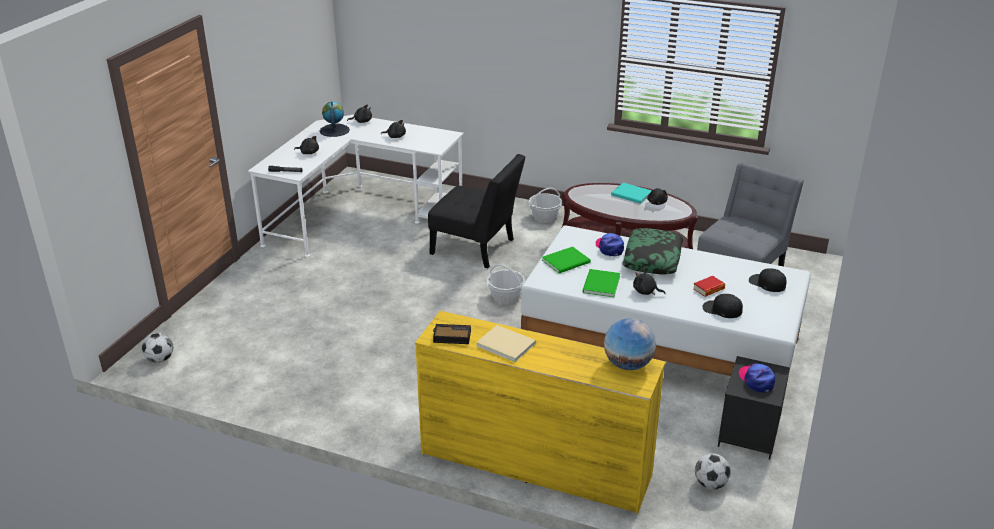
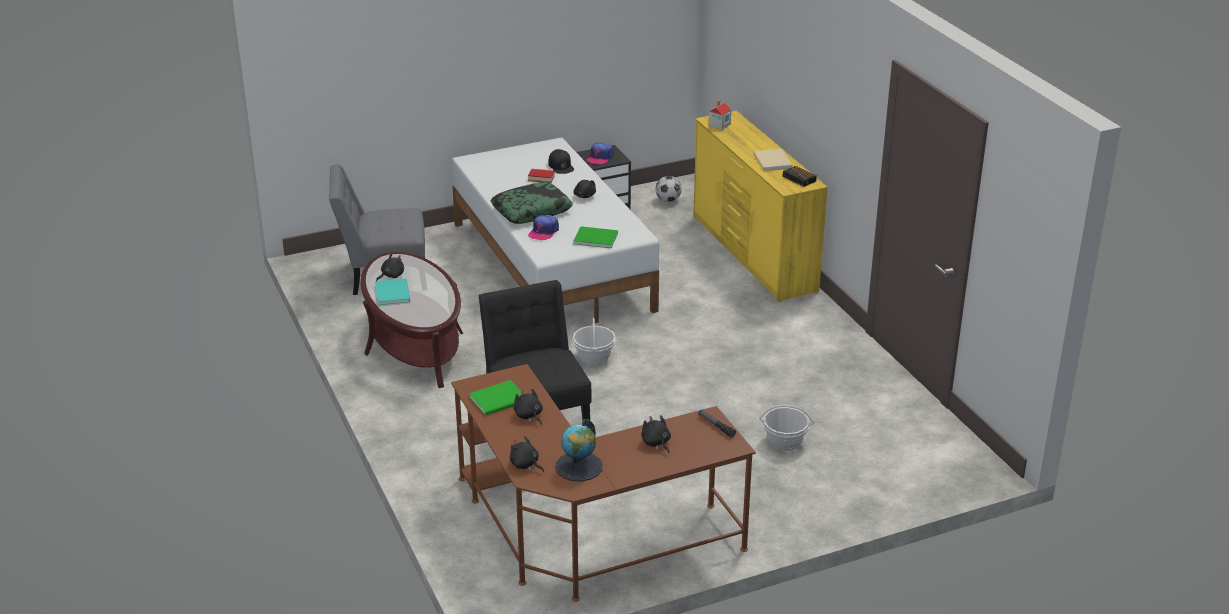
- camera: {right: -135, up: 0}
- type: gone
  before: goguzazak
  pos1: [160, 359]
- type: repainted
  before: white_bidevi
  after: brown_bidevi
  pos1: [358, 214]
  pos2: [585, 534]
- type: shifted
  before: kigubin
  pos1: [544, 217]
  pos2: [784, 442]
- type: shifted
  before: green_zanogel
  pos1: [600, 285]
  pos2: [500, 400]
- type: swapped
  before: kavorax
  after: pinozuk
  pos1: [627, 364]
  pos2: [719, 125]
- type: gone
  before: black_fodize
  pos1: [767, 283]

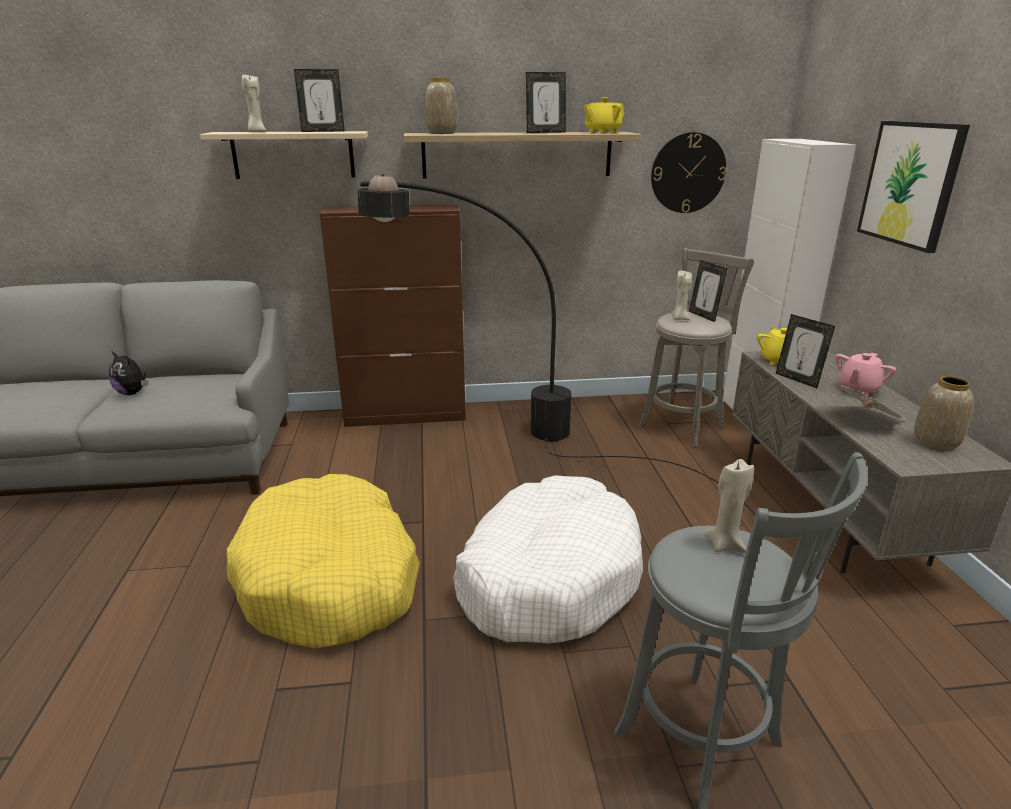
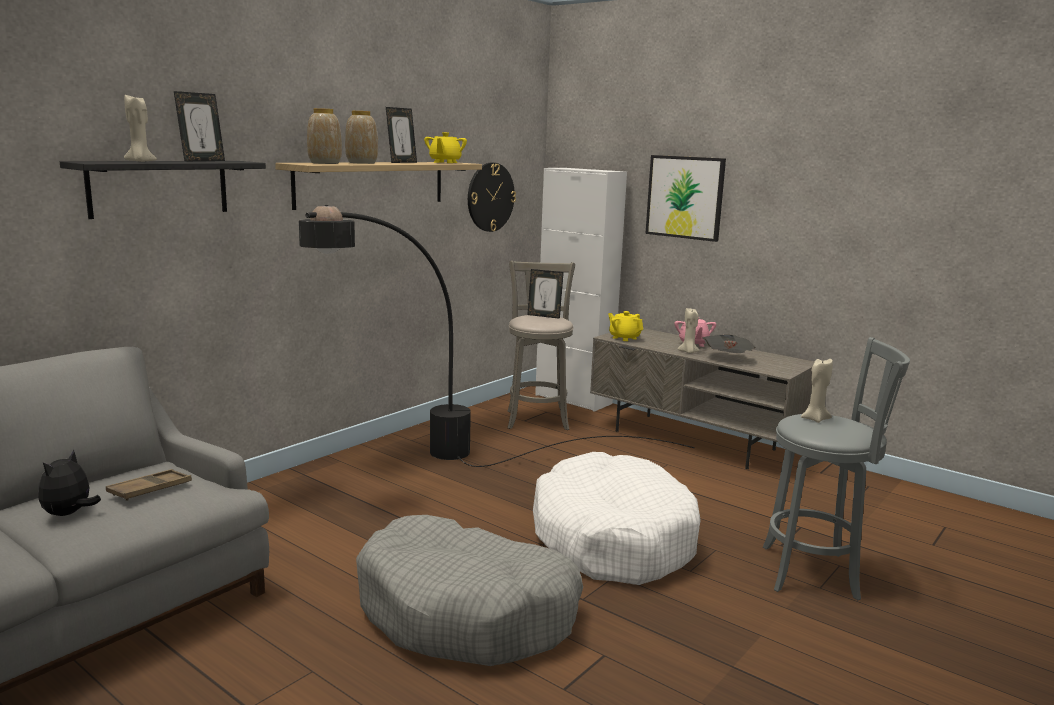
- camera: {right: -45, up: -10}
- type: rotated
  before: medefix
  pos1: [133, 393]
  pos2: [69, 514]
  turn: 120
- type: repainted
  before: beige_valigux
  after: black_valigux
  pos1: [293, 155]
  pos2: [159, 188]
- type: repainted
  before: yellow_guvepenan
  after: grey_guvepenan
  pos1: [330, 579]
  pos2: [467, 613]
- type: gone
  before: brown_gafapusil
  pos1: [406, 415]
- type: shifted
  before: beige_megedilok
  pos1: [679, 319]
  pos2: [688, 352]
- type: gone
  before: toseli
  pos1: [798, 380]
- type: shifted
  before: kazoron
  pos1: [935, 443]
  pos2: [362, 163]
- type: new
  after: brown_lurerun
  pos2: [150, 489]

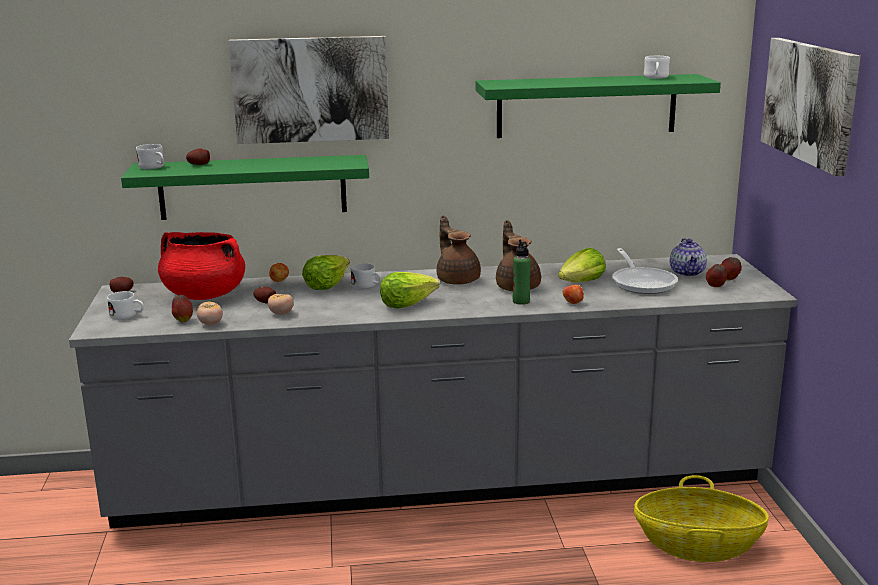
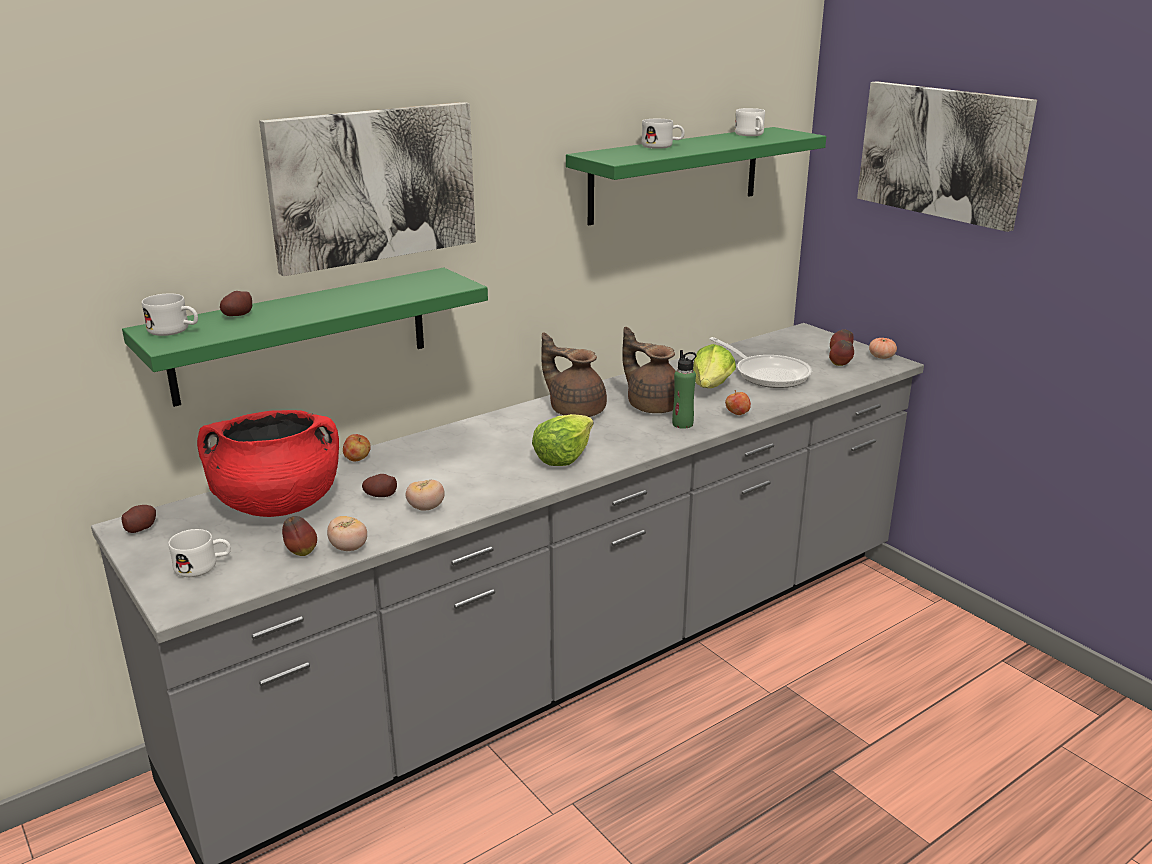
- camera: {right: -30, up: 5}
- type: gone
  before: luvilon
  pos1: [326, 285]
- type: shifted
  before: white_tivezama
  pos1: [367, 286]
  pos2: [662, 146]
- type: gone
  before: kigubin
  pos1: [697, 545]
- type: gone
  before: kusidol
  pos1: [687, 273]
- type: new
  after: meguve
  pos2: [881, 357]

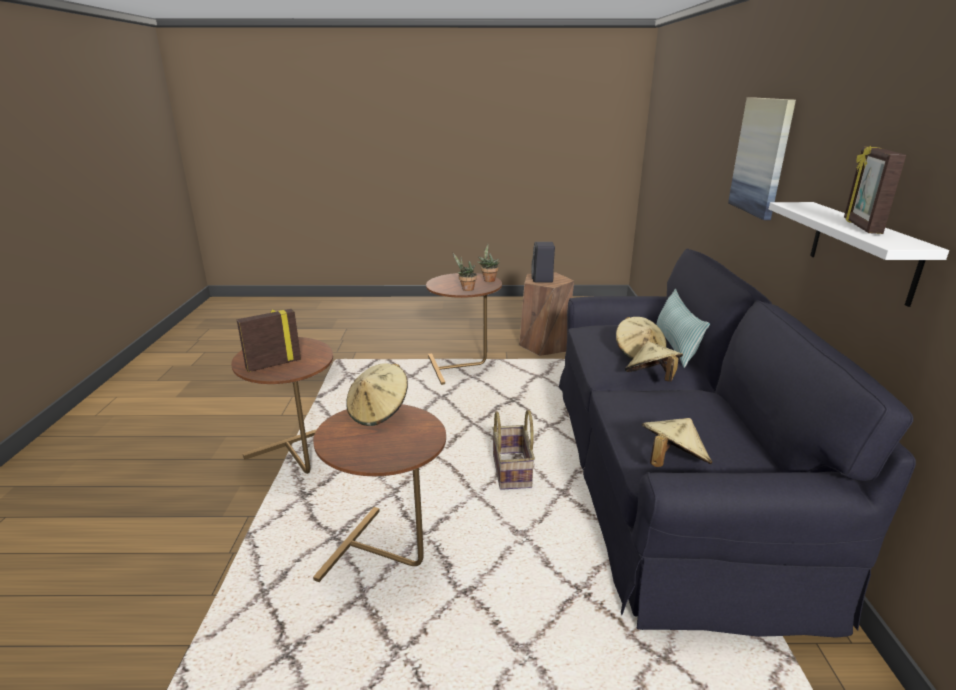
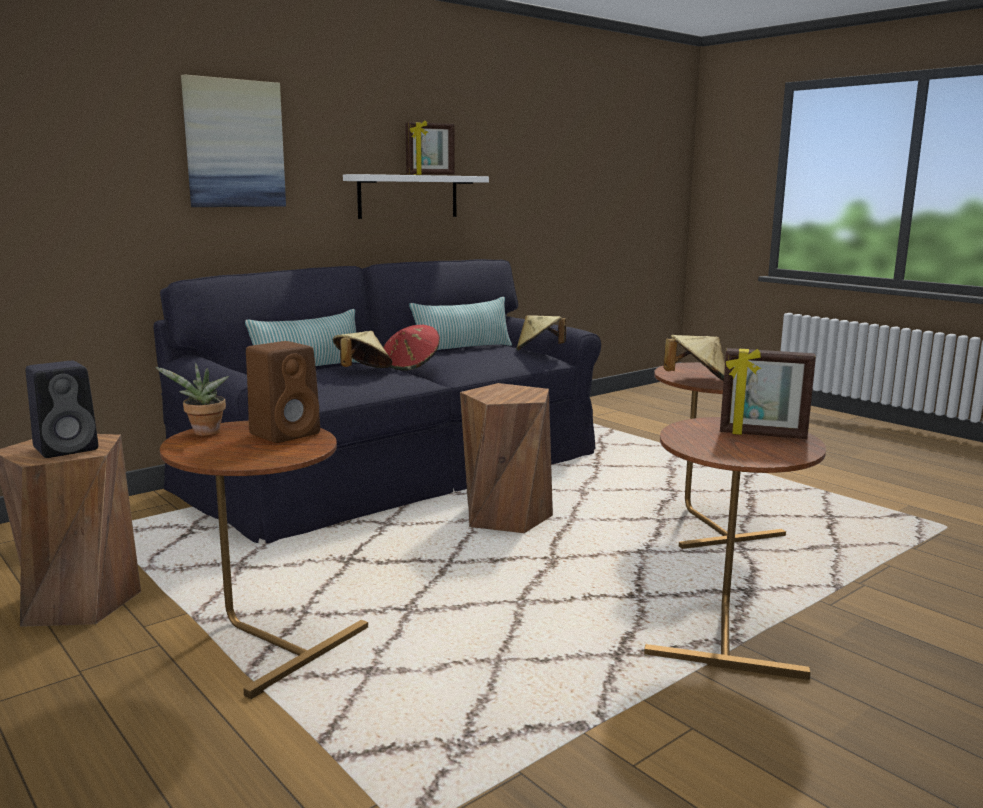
- camera: {right: -130, up: -10}
- type: swapped
  before: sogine
  after: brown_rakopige
  pos1: [466, 289]
  pos2: [286, 433]
- type: swapped
  before: kigubin
  after: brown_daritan
  pos1: [512, 471]
  pos2: [506, 517]
- type: repainted
  before: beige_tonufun
  after: red_tonufun
  pos1: [651, 378]
  pos2: [411, 365]
- type: new
  after: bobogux
  pos2: [462, 349]

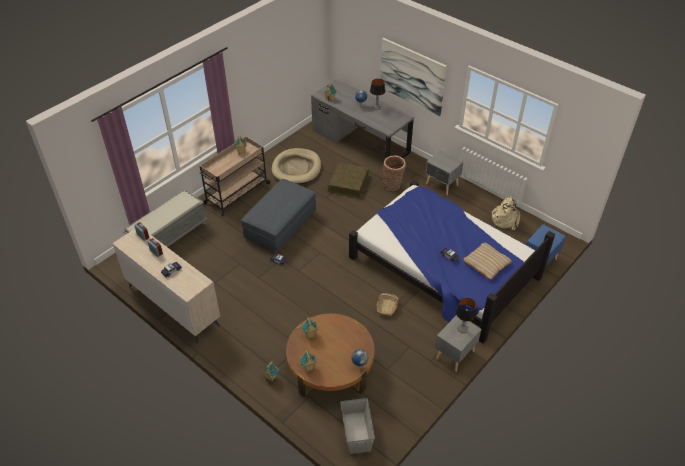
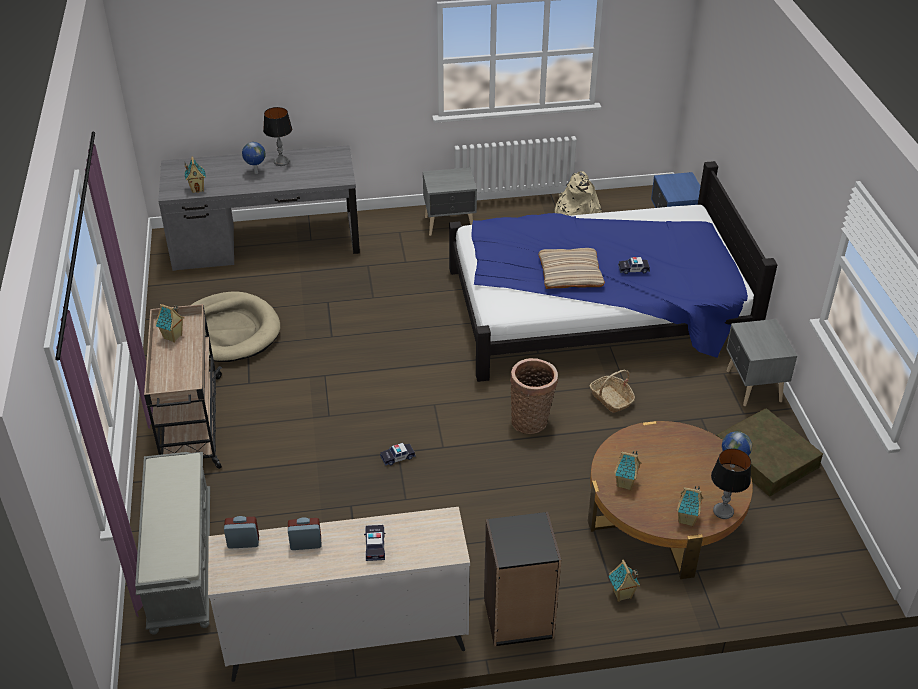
- camera: {right: -50, up: -5}
- type: gone
  before: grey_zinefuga
  pos1: [280, 224]
- type: shifted
  before: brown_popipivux
  pos1: [348, 183]
  pos2: [766, 458]
- type: gone
  before: grey_popipivux
  pos1: [356, 432]
- type: gone
  before: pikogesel
  pos1: [412, 76]
- type: shifted
  before: kigubin
  pos1: [393, 185]
  pos2: [531, 420]
- type: shifted
  before: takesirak
  pos1: [462, 329]
  pos2: [723, 511]
- type: shifted
  before: beige_bobogux
  pos1: [486, 263]
  pos2: [570, 273]
- type: new
  after: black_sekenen
  pos2: [518, 618]

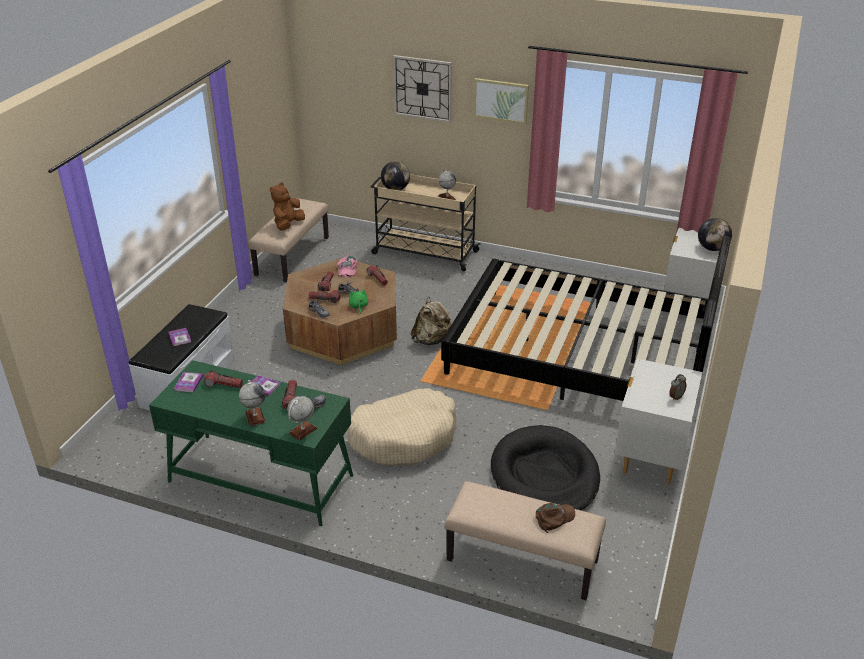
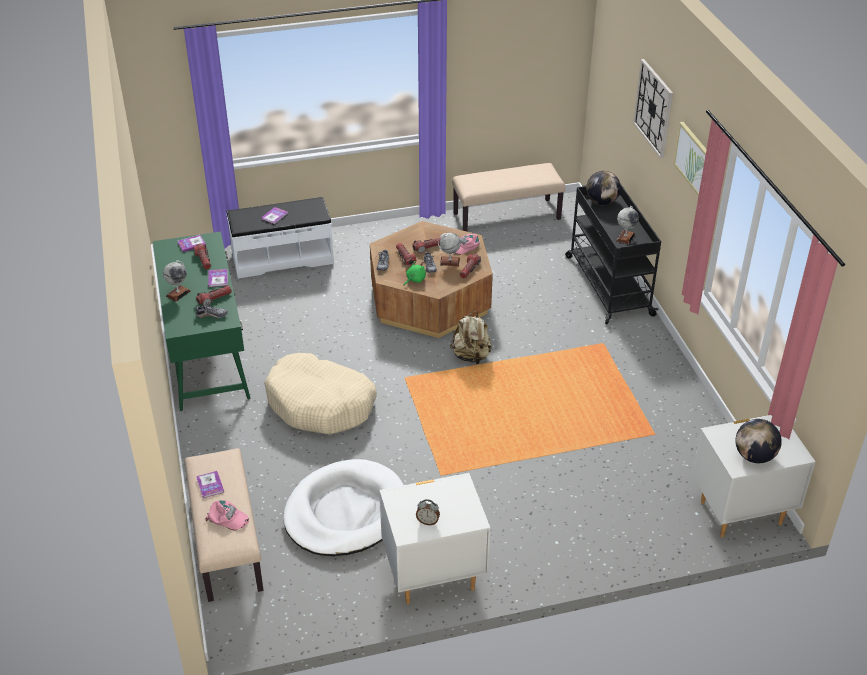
- camera: {right: 55, up: 5}
- type: gone
  before: brown_medefix
  pos1: [288, 225]
- type: shifted
  before: kavorax
  pos1: [302, 431]
  pos2: [449, 261]
- type: repainted
  before: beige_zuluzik
  after: black_zuluzik
  pos1: [424, 252]
  pos2: [608, 285]
- type: gone
  before: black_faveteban
  pos1: [580, 354]
- type: repainted
  before: black_guvepenan
  after: white_guvepenan
  pos1: [545, 475]
  pos2: [345, 512]
- type: repainted
  before: brown_fodize
  after: pink_fodize
  pos1: [554, 518]
  pos2: [227, 518]
- type: new
  after: zanogel
  pos2: [210, 485]

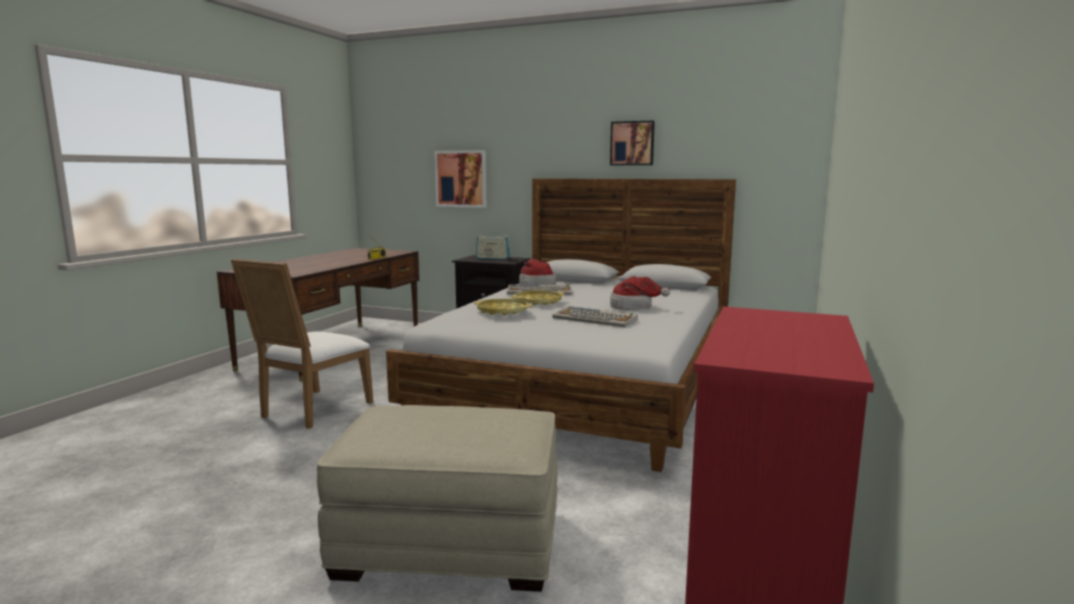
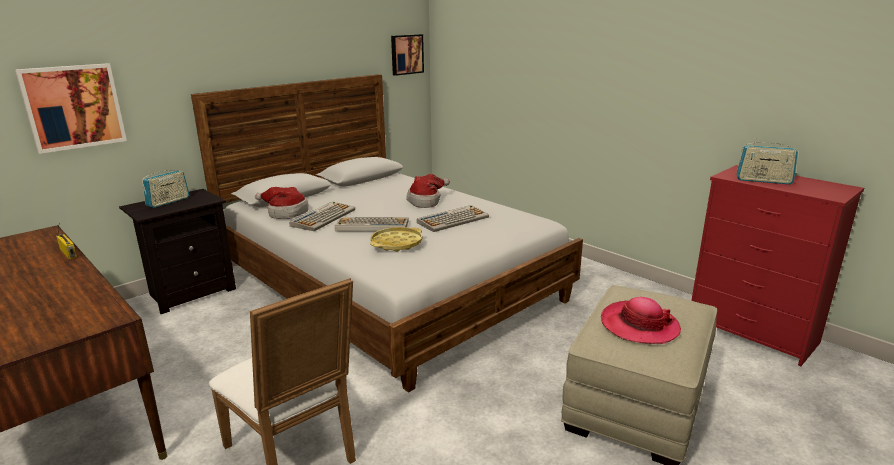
- camera: {right: -65, up: 10}
- type: swapped
  before: yellow_lurerun
  after: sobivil
  pos1: [537, 302]
  pos2: [371, 225]
- type: shifted
  before: pikogesel
  pos1: [632, 143]
  pos2: [406, 54]
- type: new
  after: tonufun
  pos2: [639, 325]
- type: new
  after: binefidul
  pos2: [763, 181]

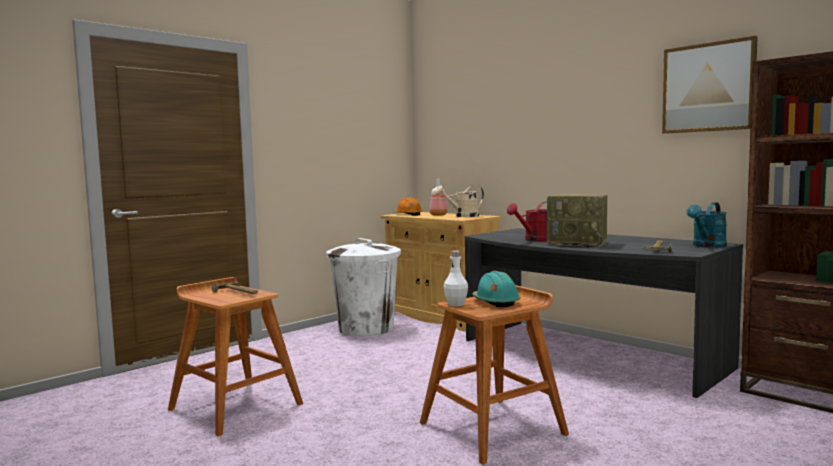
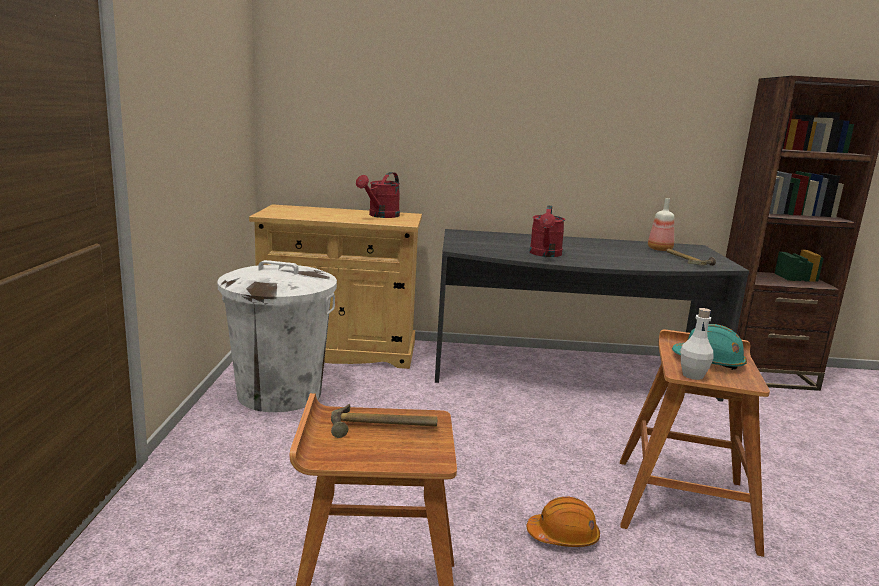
- camera: {right: -45, up: 10}
- type: shifted
  before: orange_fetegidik
  pos1: [408, 215]
  pos2: [563, 536]
- type: shifted
  before: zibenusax
  pos1: [439, 215]
  pos2: [660, 249]
- type: repainted
  before: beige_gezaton
  after: red_gezaton
  pos1: [463, 216]
  pos2: [381, 216]
- type: gone
  before: binefidul
  pos1: [578, 244]
- type: gone
  before: pikogesel
  pos1: [708, 87]
- type: gone
  before: turquoise_gezaton
  pos1: [707, 246]

